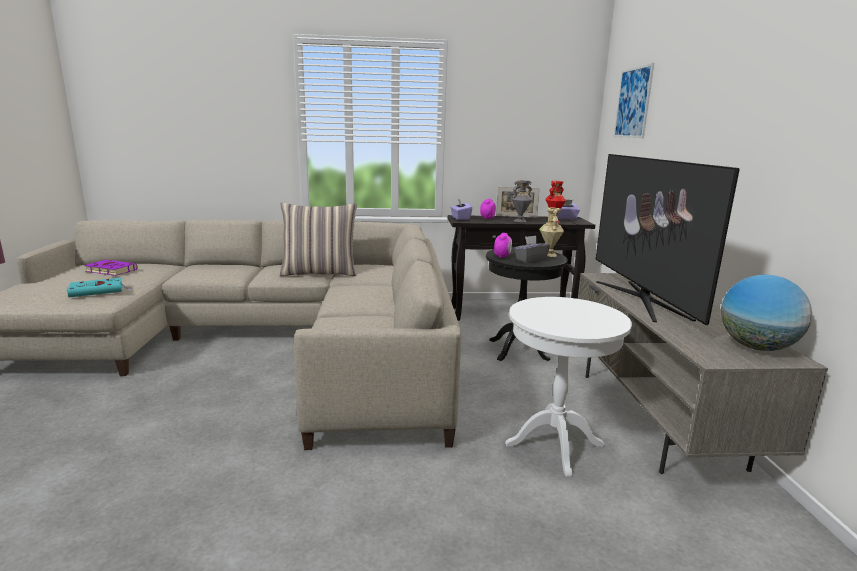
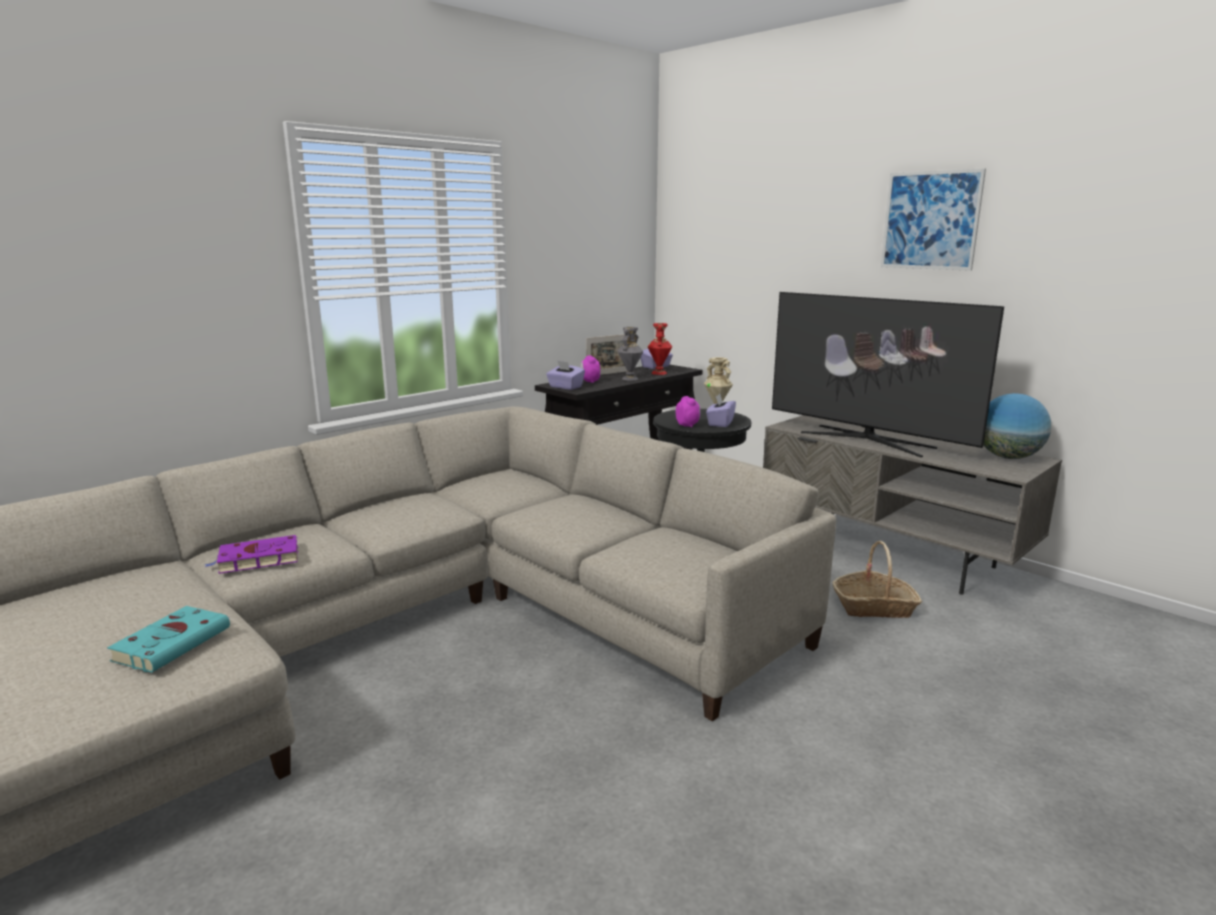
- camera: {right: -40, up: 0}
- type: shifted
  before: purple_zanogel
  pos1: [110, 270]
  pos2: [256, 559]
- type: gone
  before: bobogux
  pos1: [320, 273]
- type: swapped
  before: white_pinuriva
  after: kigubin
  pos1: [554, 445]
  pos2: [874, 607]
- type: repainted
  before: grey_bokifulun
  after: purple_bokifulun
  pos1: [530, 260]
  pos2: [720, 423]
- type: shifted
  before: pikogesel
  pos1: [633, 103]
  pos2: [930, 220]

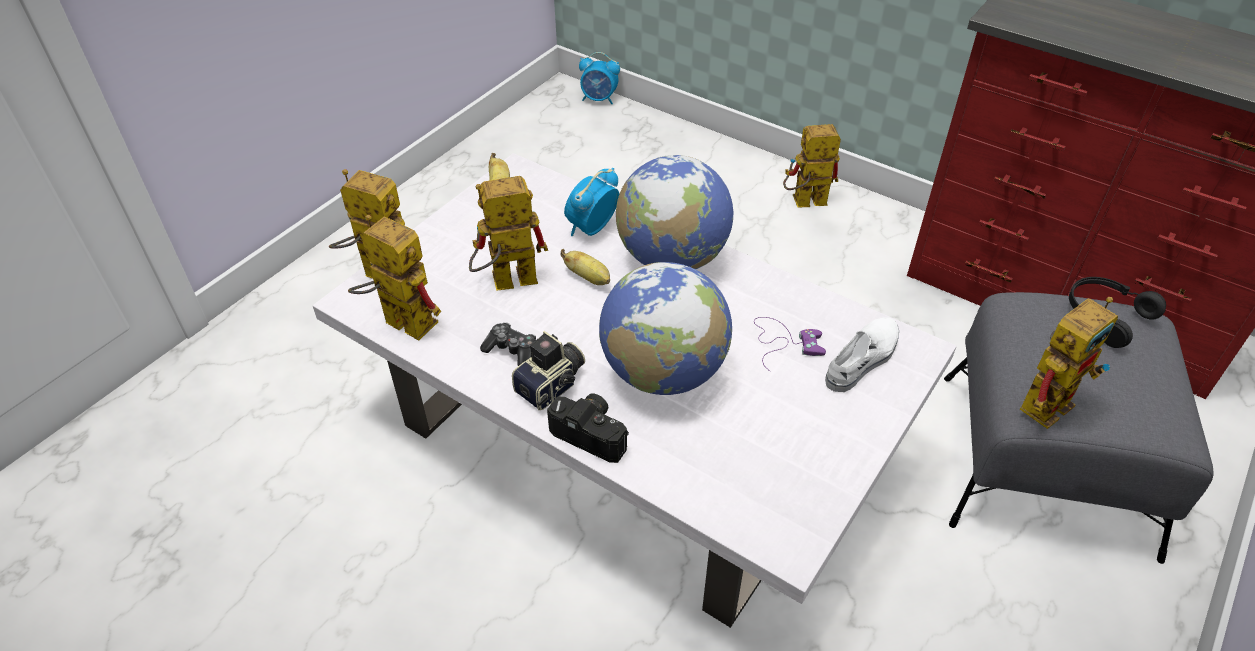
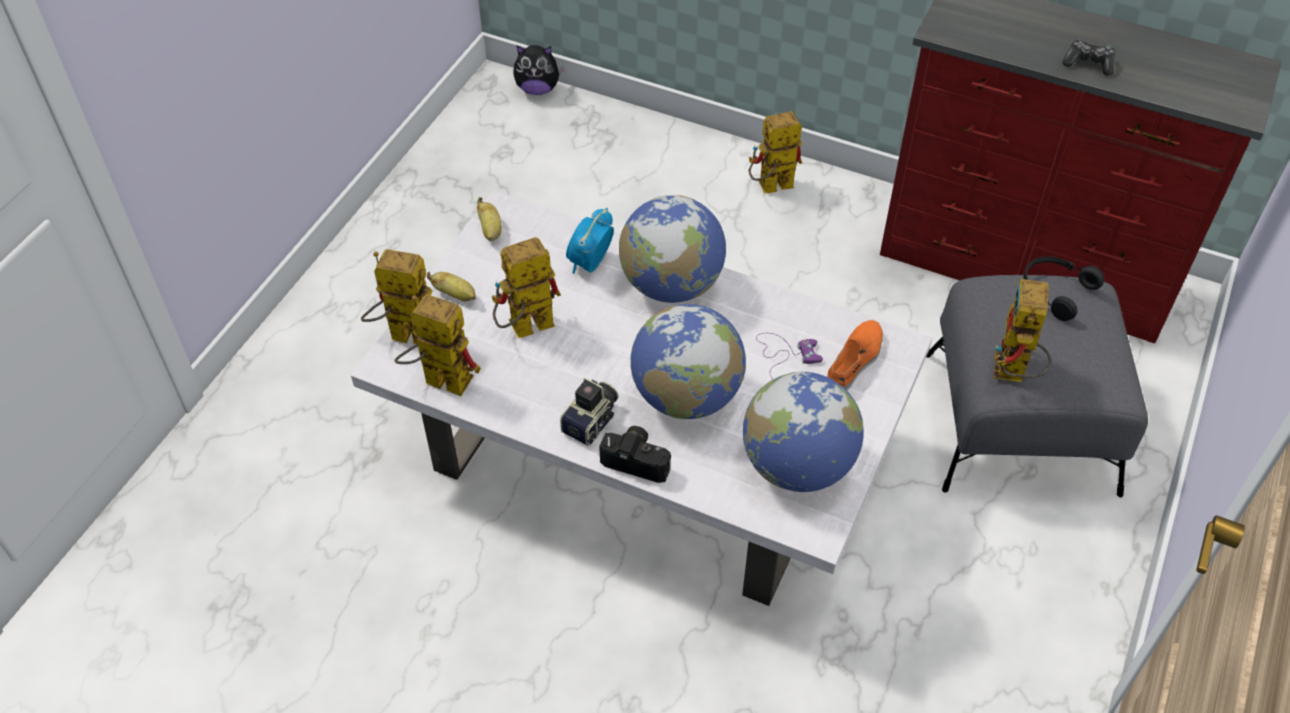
- camera: {right: -10, up: 5}
- type: shifted
  before: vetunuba
  pos1: [512, 351]
  pos2: [1088, 63]
- type: shifted
  before: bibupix
  pos1: [589, 278]
  pos2: [455, 295]
- type: swapped
  before: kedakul
  after: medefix
  pos1: [599, 99]
  pos2: [538, 89]
- type: repainted
  before: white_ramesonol
  after: orange_ramesonol
  pos1: [862, 359]
  pos2: [854, 361]
- type: rotated
  before: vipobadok
  pos1: [1049, 398]
  pos2: [1012, 374]
  turn: 150
- type: new
  after: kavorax
  pos2: [797, 465]

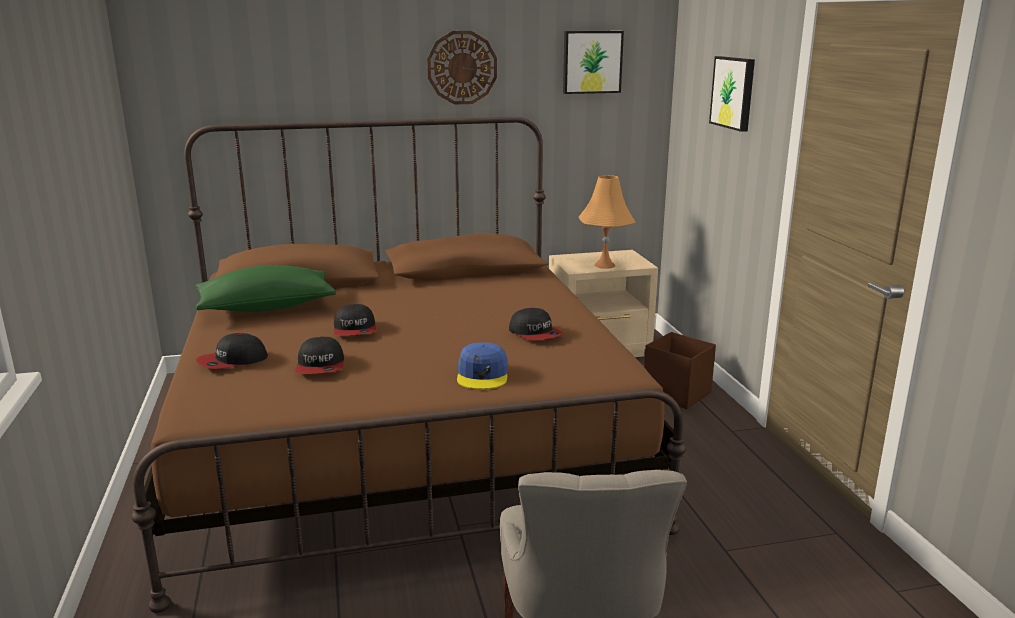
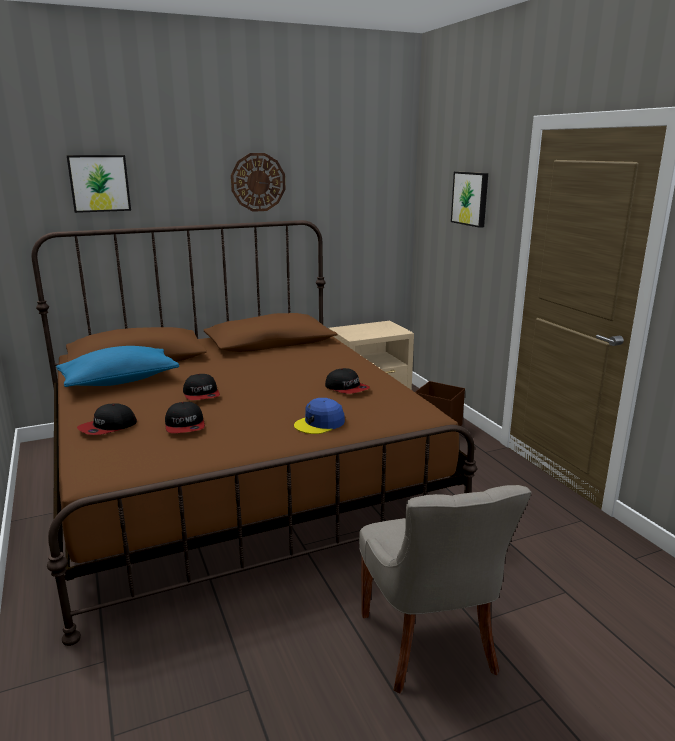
- camera: {right: -10, up: 0}
- type: repainted
  before: green_bobogux
  after: blue_bobogux
  pos1: [267, 307]
  pos2: [119, 381]
- type: rotated
  before: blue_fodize
  pos1: [483, 375]
  pos2: [320, 423]
  turn: 60
- type: shifted
  before: pikogesel
  pos1: [592, 62]
  pos2: [99, 183]
- type: gone
  before: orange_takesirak
  pos1: [604, 265]

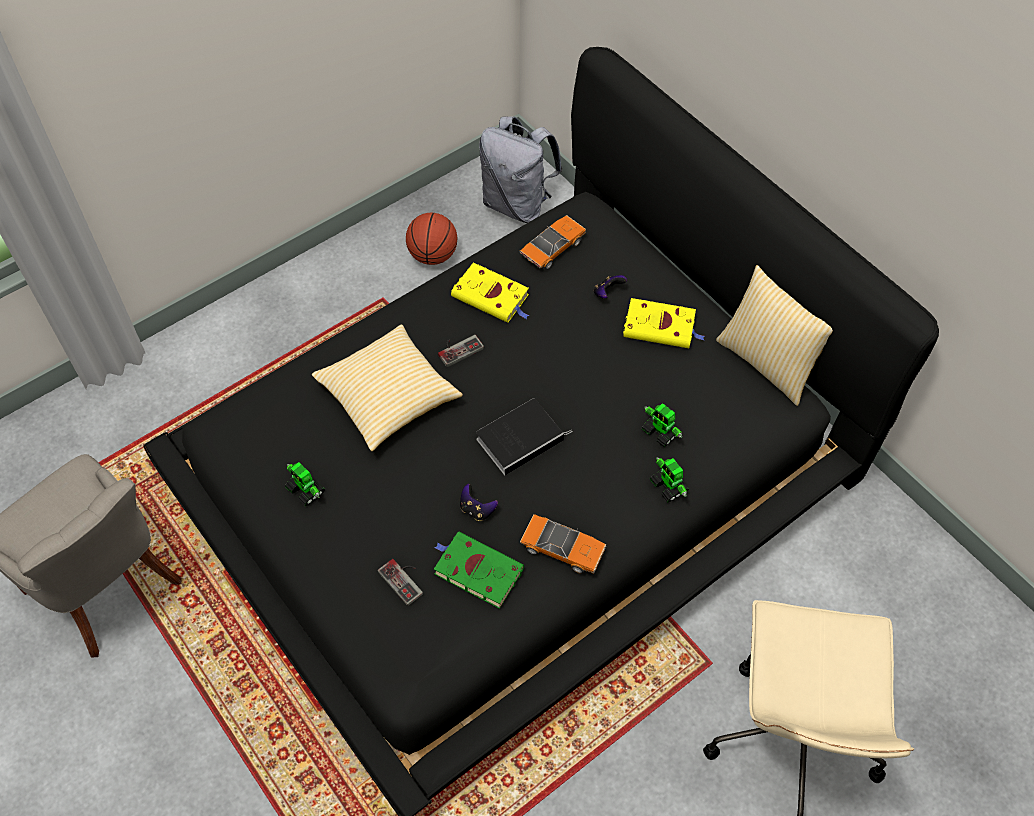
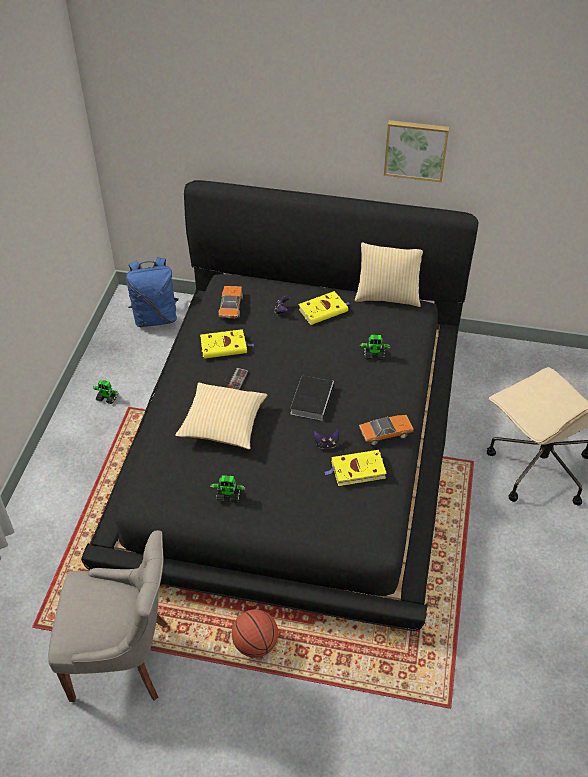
- camera: {right: -40, up: -10}
- type: gone
  before: vetunuba
  pos1: [405, 579]
- type: shifted
  before: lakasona
  pos1: [432, 255]
  pos2: [255, 644]
- type: repainted
  before: green_zanogel
  after: yellow_zanogel
  pos1: [476, 571]
  pos2: [356, 470]
- type: repainted
  before: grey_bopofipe
  after: blue_bopofipe
  pos1: [517, 204]
  pos2: [155, 317]
- type: shifted
  before: vipobadok
  pos1: [668, 487]
  pos2: [107, 398]
- type: new
  after: pikogesel
  pos2: [416, 149]

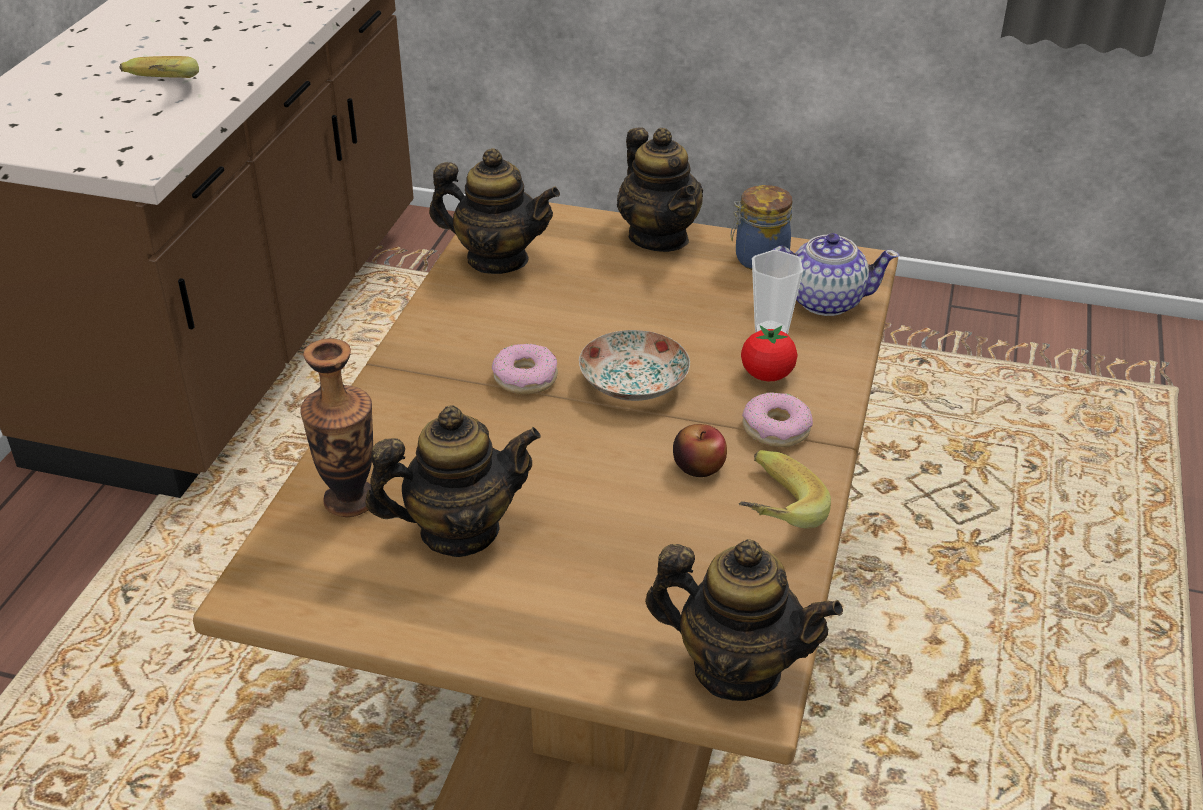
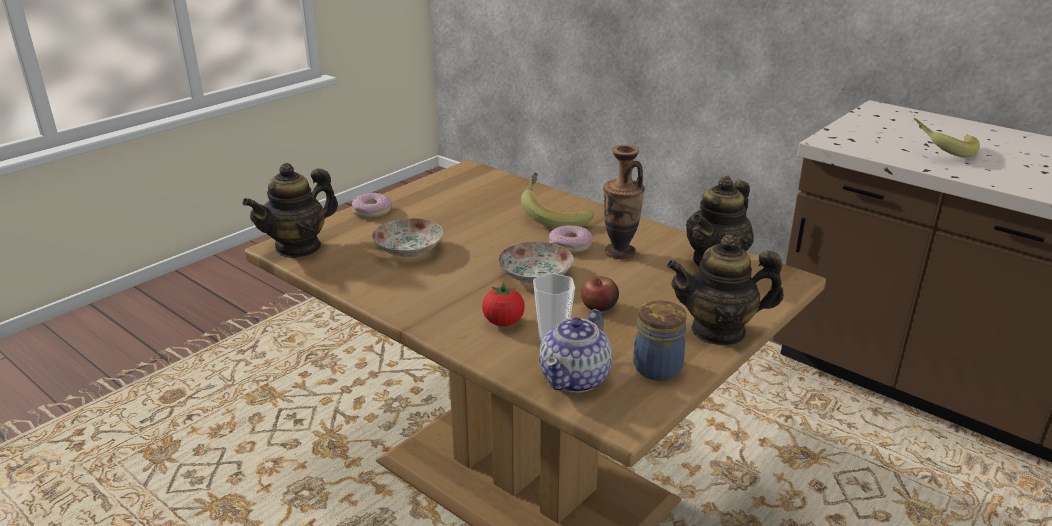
- camera: {right: 115, up: -10}
- type: shifted
  before: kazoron
  pos1: [350, 500]
  pos2: [620, 252]
- type: gone
  before: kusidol
  pos1: [459, 531]
- type: shifted
  before: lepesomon
  pos1: [699, 466]
  pos2: [599, 306]
- type: shifted
  before: bibupix
  pos1: [767, 514]
  pos2: [555, 217]
- type: shifted
  before: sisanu
  pos1: [776, 429]
  pos2: [372, 211]
- type: new
  after: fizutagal
  pos2: [408, 249]

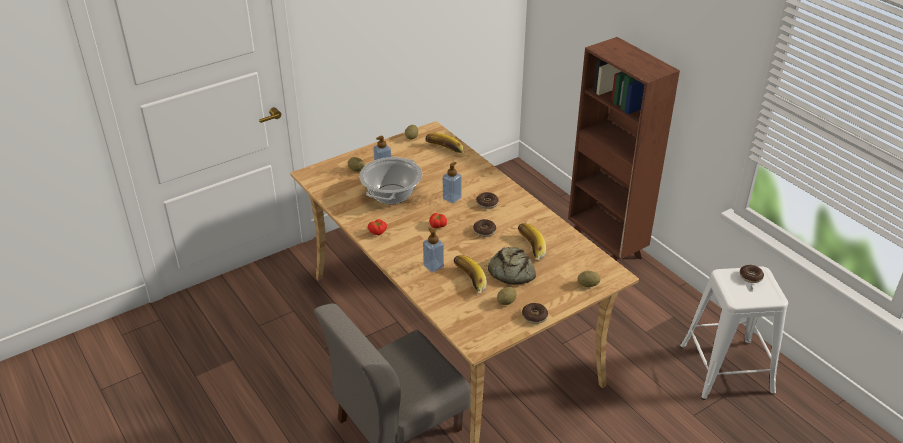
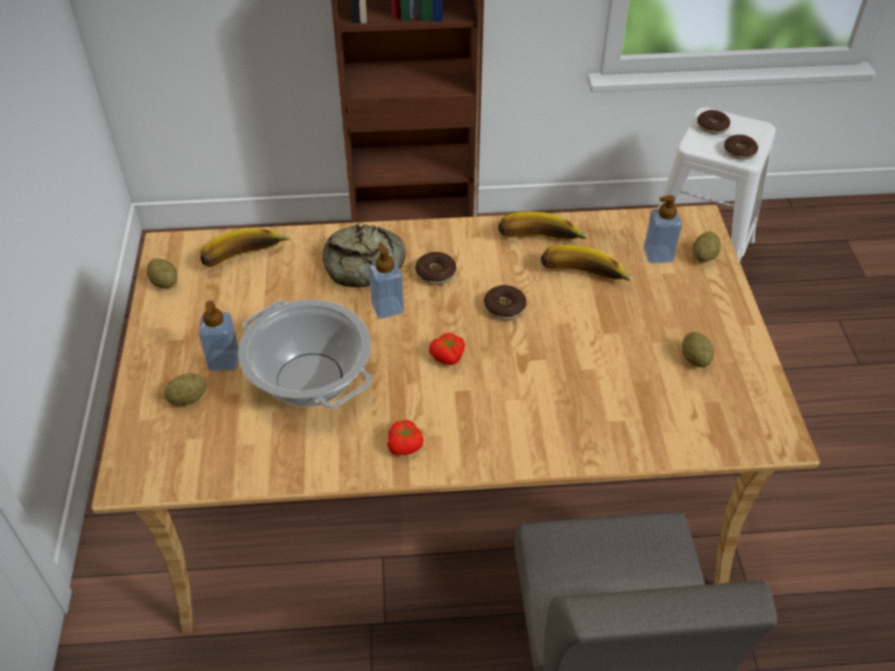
- camera: {right: -60, up: 10}
- type: shifted
  before: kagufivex
  pos1: [433, 266]
  pos2: [658, 255]
- type: shifted
  before: bibupix
  pos1: [467, 281]
  pos2: [540, 242]
- type: shifted
  before: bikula
  pos1: [511, 271]
  pos2: [364, 265]
- type: shifted
  before: sisanu
  pos1: [534, 316]
  pos2: [739, 152]

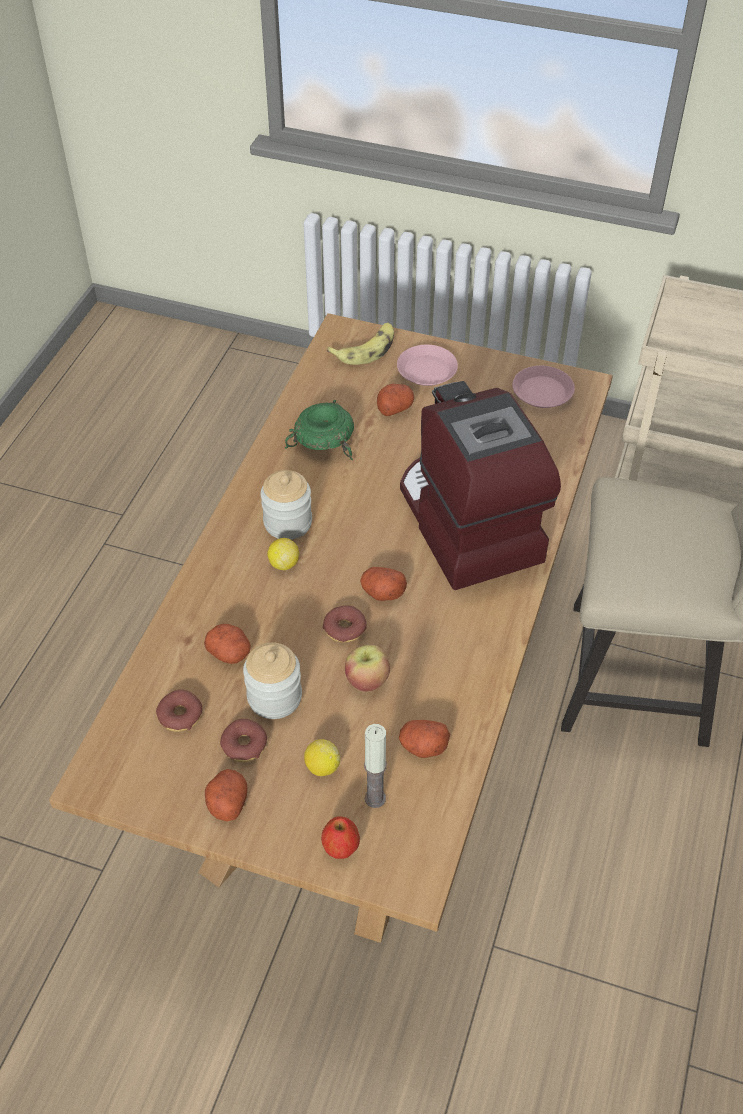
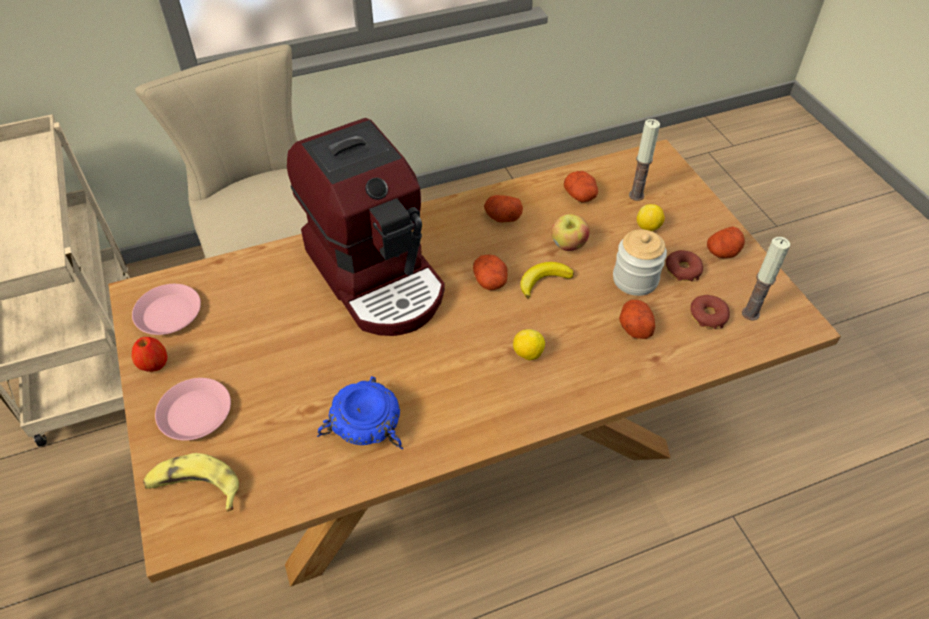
- camera: {right: -130, up: 0}
- type: gone
  before: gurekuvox
  pos1: [288, 522]
- type: repainted
  before: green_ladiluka
  after: blue_ladiluka
  pos1: [326, 441]
  pos2: [364, 424]
- type: shifted
  before: lepesomon
  pos1: [341, 847]
  pos2: [154, 365]
- type: swapped
  before: sisanu
  after: bibupix
  pos1: [344, 629]
  pos2: [543, 281]
- type: shifted
  before: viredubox
  pos1: [395, 407]
  pos2: [502, 217]
- type: rotated
  before: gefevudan
  pos1: [466, 524]
  pos2: [377, 275]
  turn: -60
- type: new
  after: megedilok
  pos2: [750, 313]

